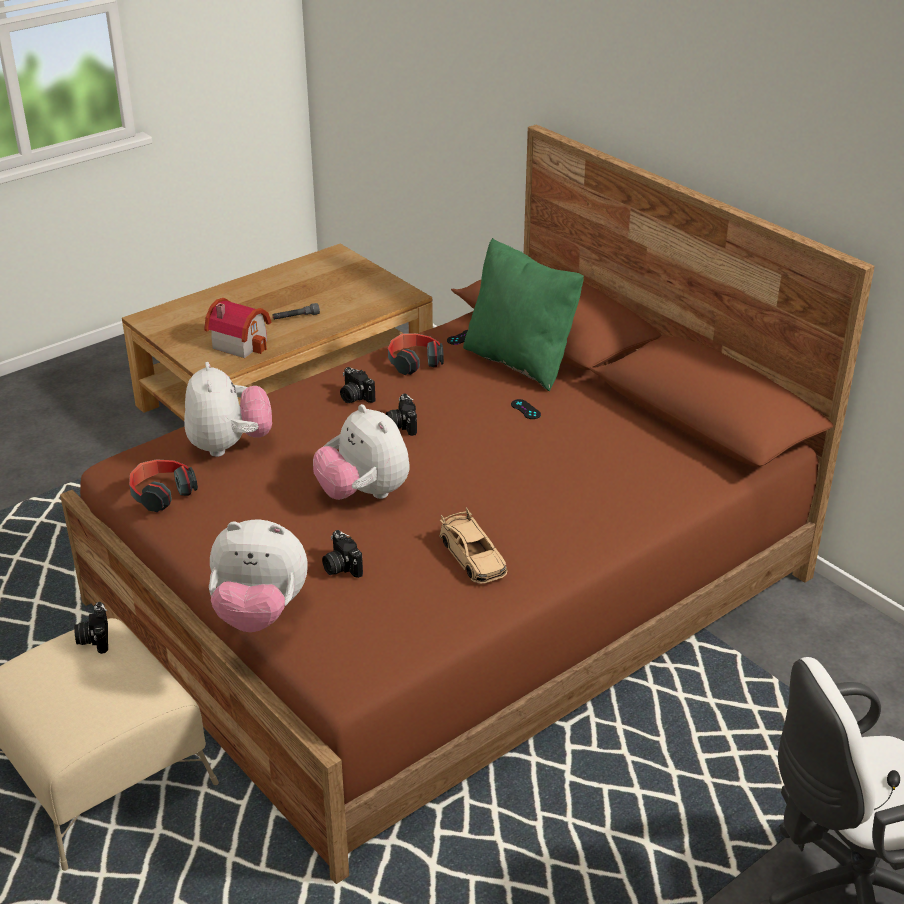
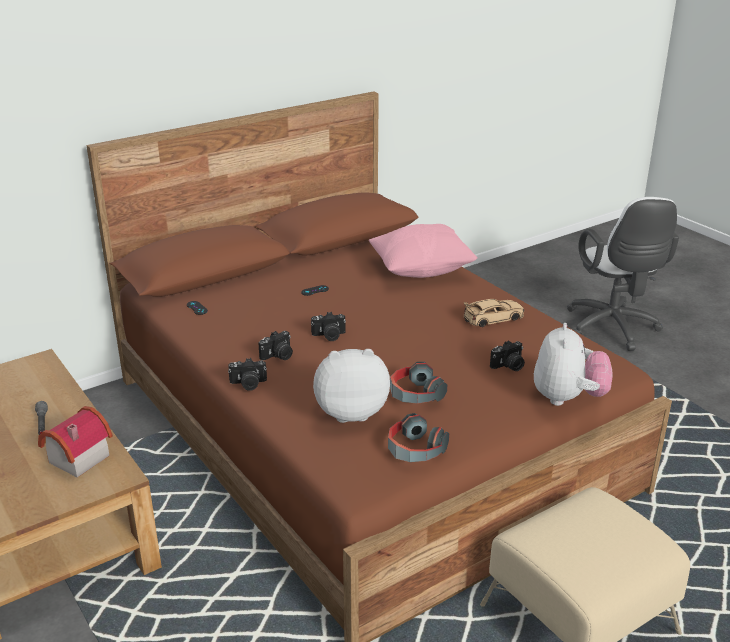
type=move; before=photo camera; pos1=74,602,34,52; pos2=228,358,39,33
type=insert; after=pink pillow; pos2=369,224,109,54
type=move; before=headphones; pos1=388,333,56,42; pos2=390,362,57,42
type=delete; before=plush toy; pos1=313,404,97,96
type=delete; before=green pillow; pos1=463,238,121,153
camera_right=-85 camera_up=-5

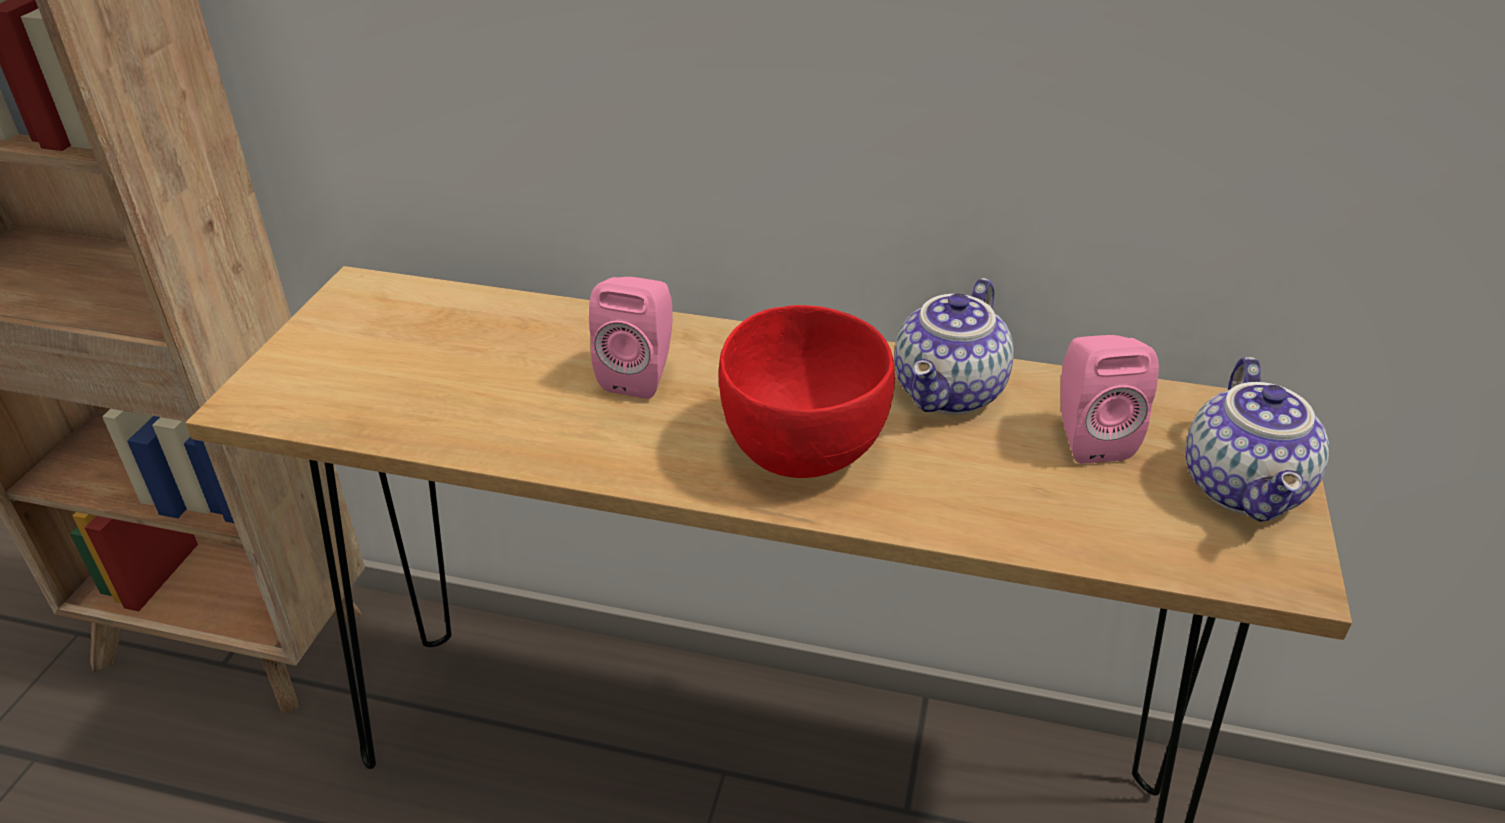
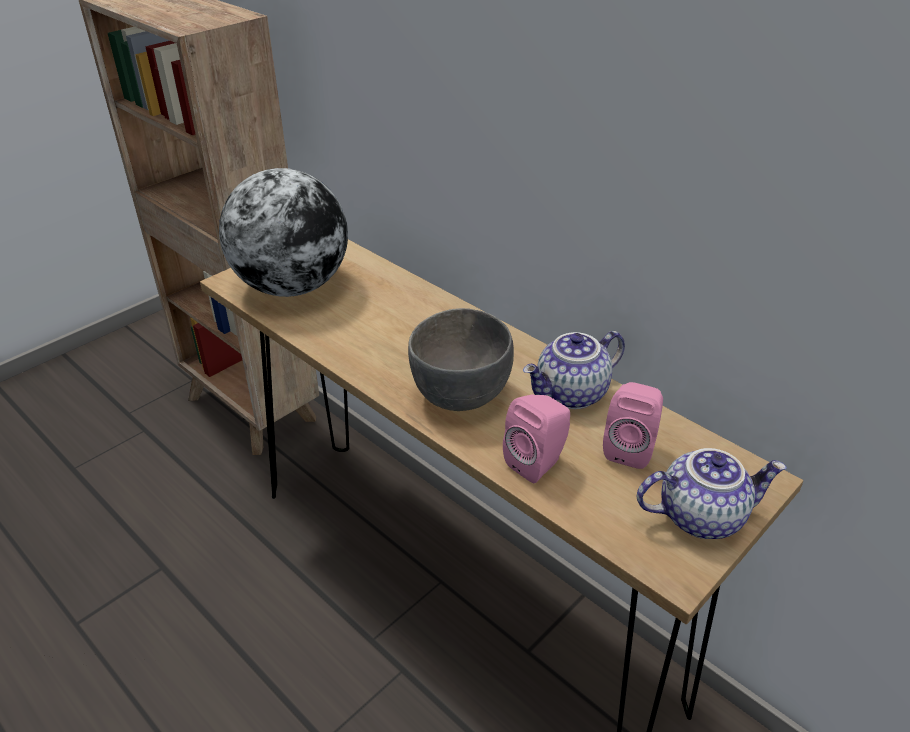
type=insert; after=globe; pos2=219,168,129,129
type=recolor; before=red bowl; after=grey bowl; pos1=718,305,177,173; pos2=408,308,106,103
type=move; before=pink speaker; pos1=589,277,84,122; pos2=503,394,67,89
type=rotate; before=teapot; pos1=1185,357,144,165; pos2=637,448,150,91; turn=-135
camera_right=30 camera_up=0

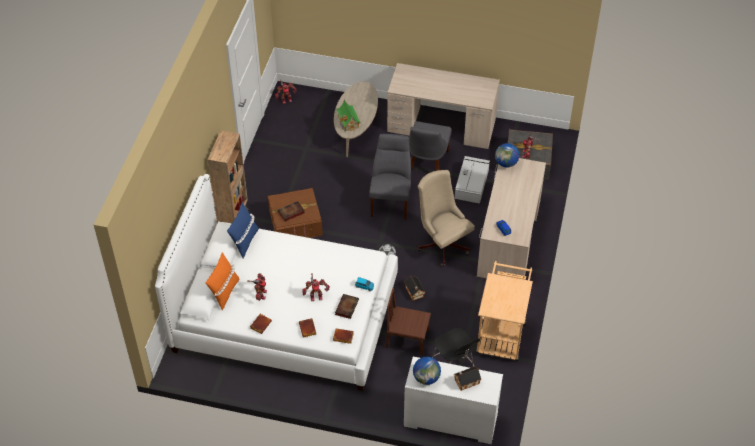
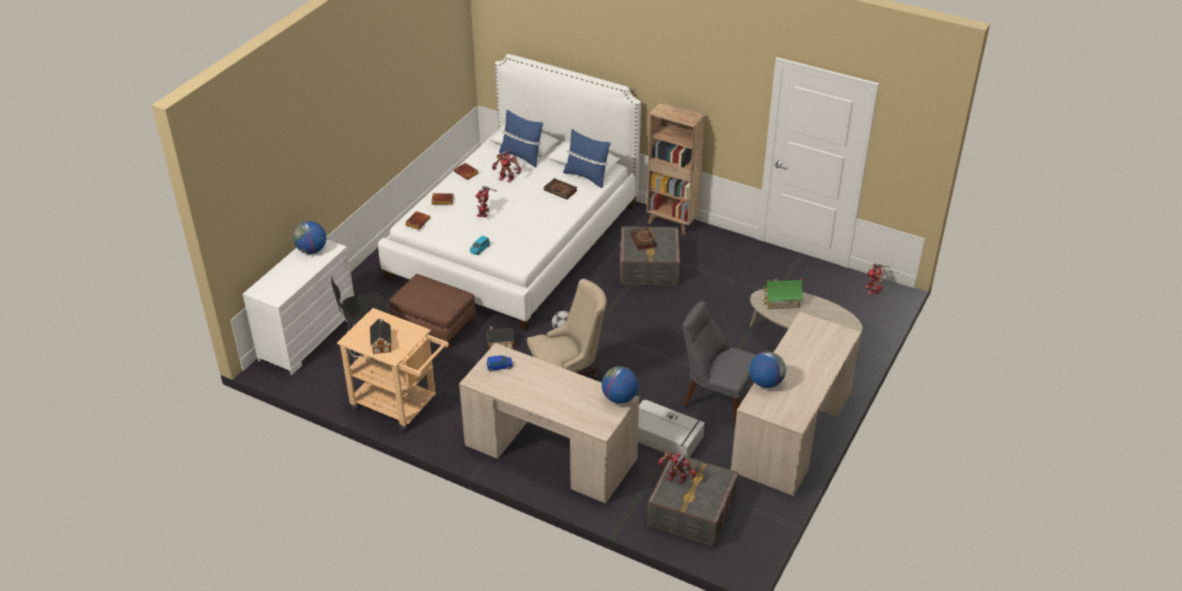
type=move; before=toy house; pos1=454,367,27,24; pos2=370,319,21,35
type=replace; before=brown chair; after=brown ottoman; pos1=386,288,45,67; pos2=389,274,87,75
type=recolor; before=orange pillow; after=blue pillow; pos1=206,252,33,58; pos2=499,109,44,58
type=move; before=book; pos1=335,294,24,25; pos2=544,178,33,21
type=recolor; before=brown storage box; after=grey storage box; pos1=268,188,55,50; pos2=620,226,60,60
type=insert; after=globe; pos2=749,352,37,36
type=delete; before=grey chair; pos1=369,134,42,86
camera_right=105 camera_up=-10

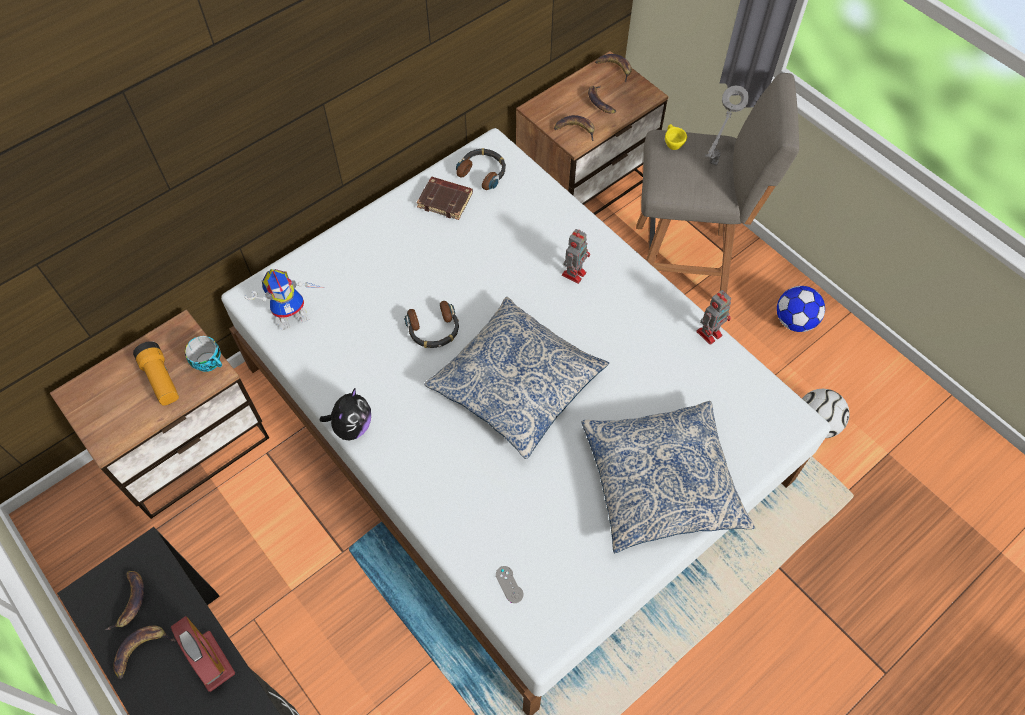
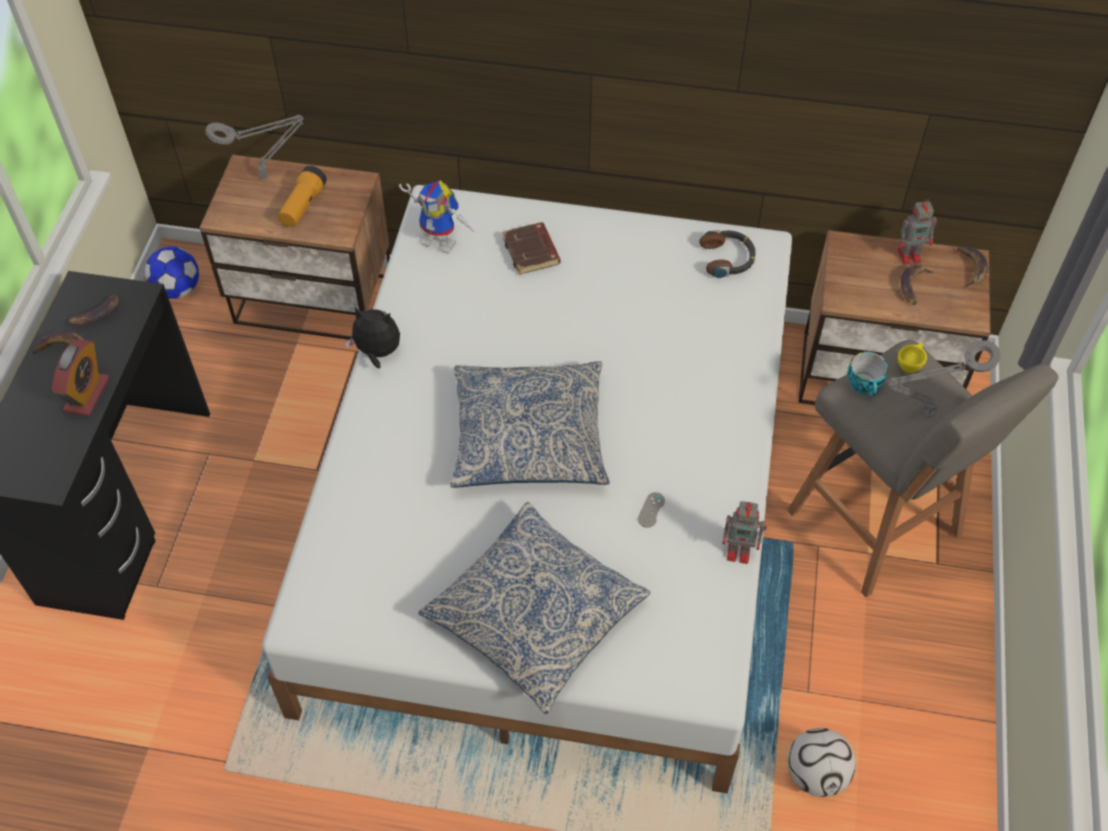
type=move; before=football; pos1=777,286,48,46; pos2=145,247,54,52
type=insert; after=grey table lamp; pos2=205,114,99,65
type=rotate; before=plush toy; pos1=320,388,51,53; pos2=345,307,55,62; turn=-150
type=move; before=brown book; pos1=416,177,57,43; pos2=502,222,58,53
type=move; before=grey game controller; pos1=496,566,27,37; pos2=638,492,27,36
type=move; before=cup; pos1=185,336,37,36; pos2=847,352,41,45
type=move; before=toy robot; pos1=562,229,28,55; pos2=897,199,40,66
type=delete; before=headphones; pos1=404,301,55,47
type=delete; before=banana; pos1=554,115,41,26
camera_right=50 camera_up=-5

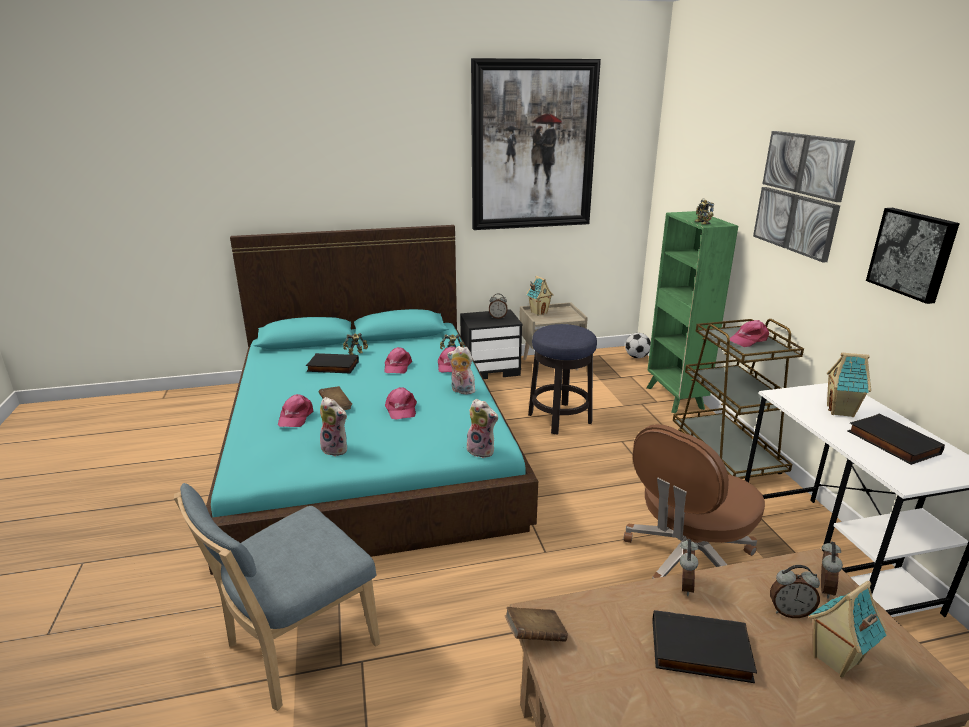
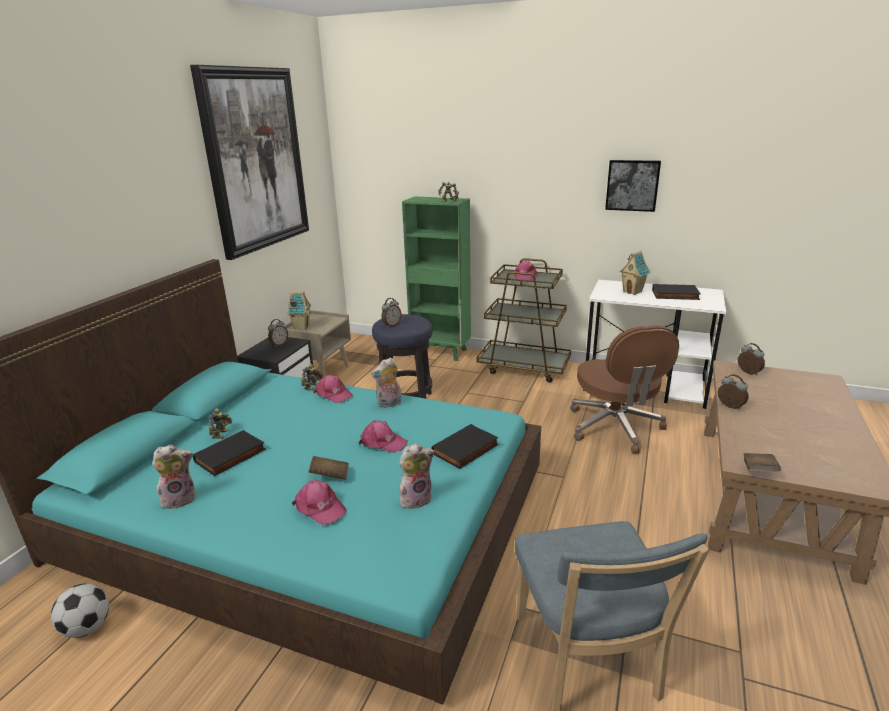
type=move; before=football; pos1=625,333,26,25; pos2=51,584,58,54
type=move; before=plush toy; pos1=464,399,34,59; pos2=152,445,44,64
type=move; before=alarm clock; pos1=770,565,50,53; pos2=382,298,19,29
type=move; before=black book; pos1=652,610,105,73; pos2=431,424,68,45
type=delete; before=pink cap; pos1=384,347,28,27
type=delete; before=picture; pos1=753,131,102,132
type=delete; before=toy house; pos1=809,581,78,96
camera_right=-55 camera_up=0

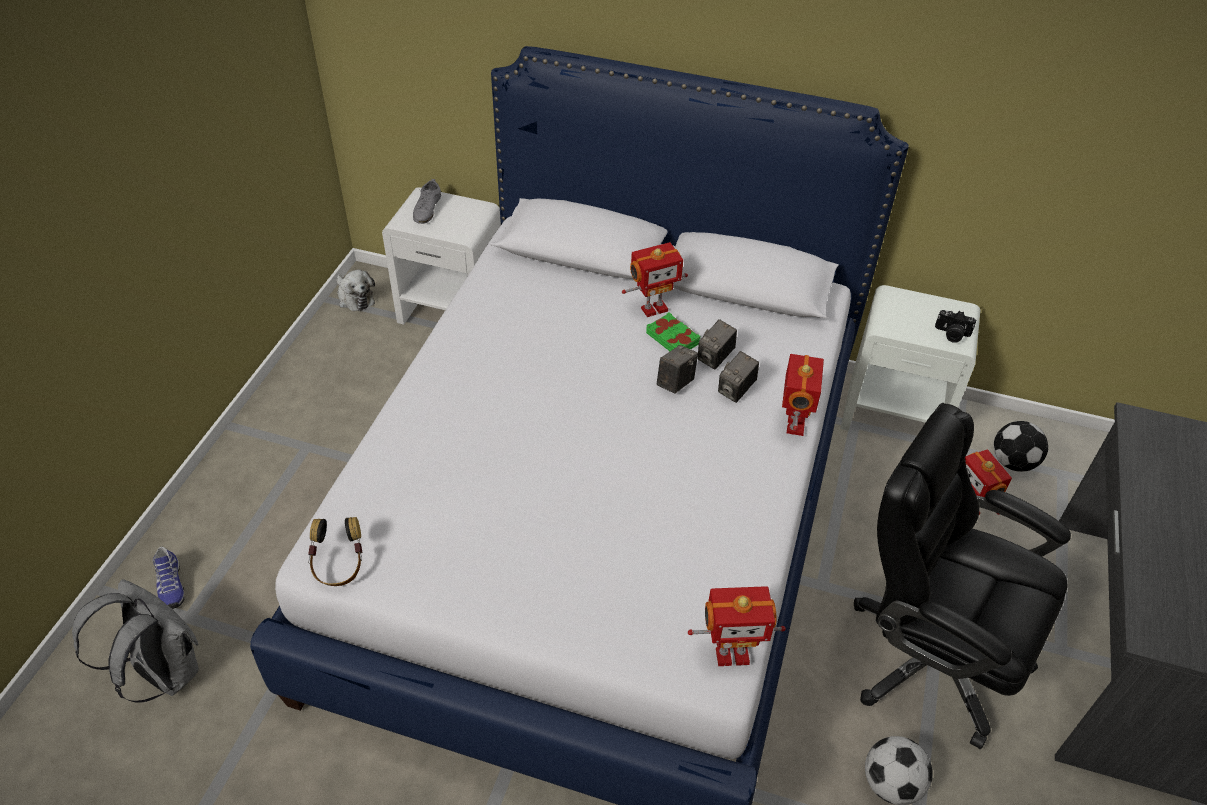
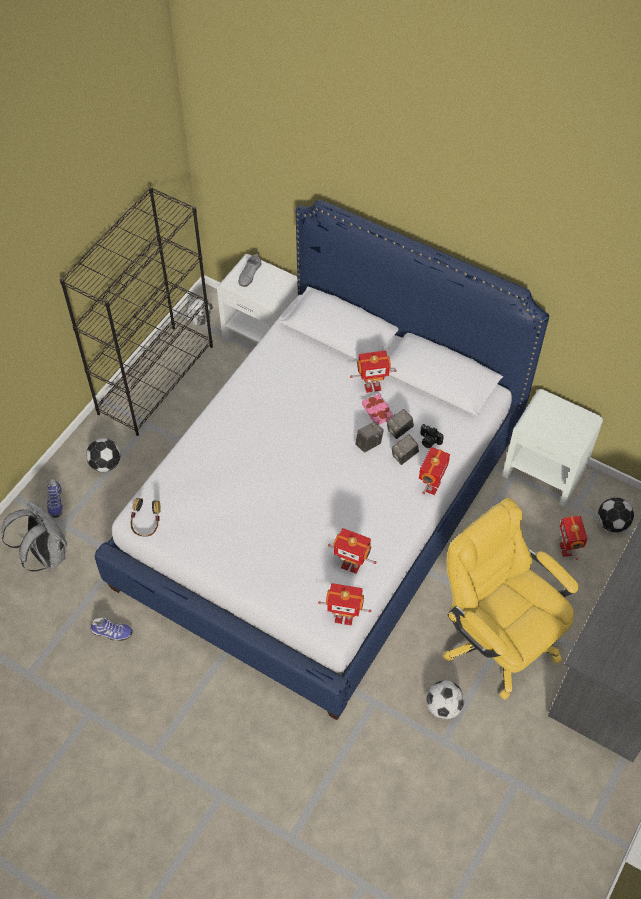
type=insert; after=black bookcase; pos2=60,187,153,249
type=insert; after=football; pos2=86,438,34,34
type=insert; after=shoe; pos2=91,617,42,24
type=insert; after=toy robot; pos2=328,528,49,46
type=recolor; before=green book; after=pink book; pos1=646,312,54,39; pos2=362,393,31,32
type=move; before=photo camera; pos1=935,310,41,33; pos2=420,424,24,24
type=recolor; before=black office chair; after=yellow office chair; pos1=854,403,217,346; pos2=443,498,136,202
camera_right=15 camera_up=10

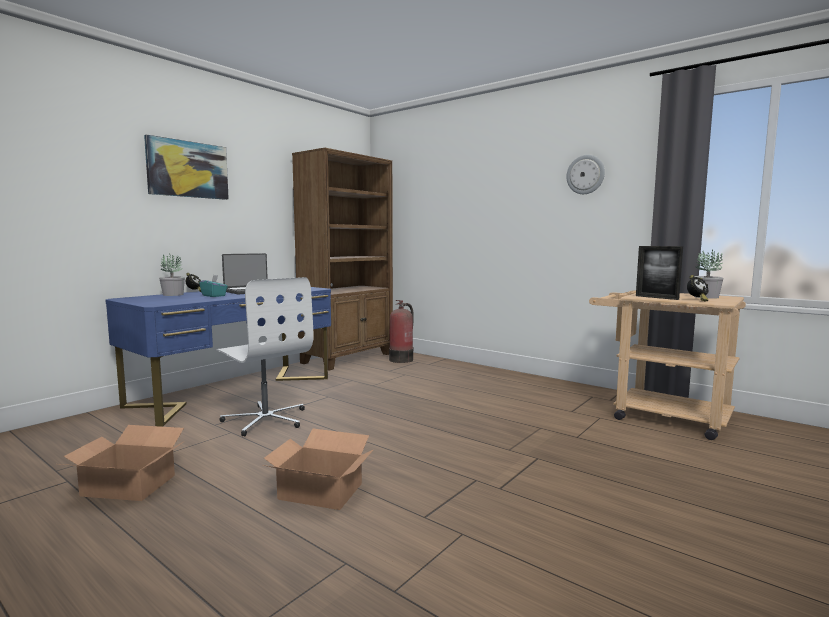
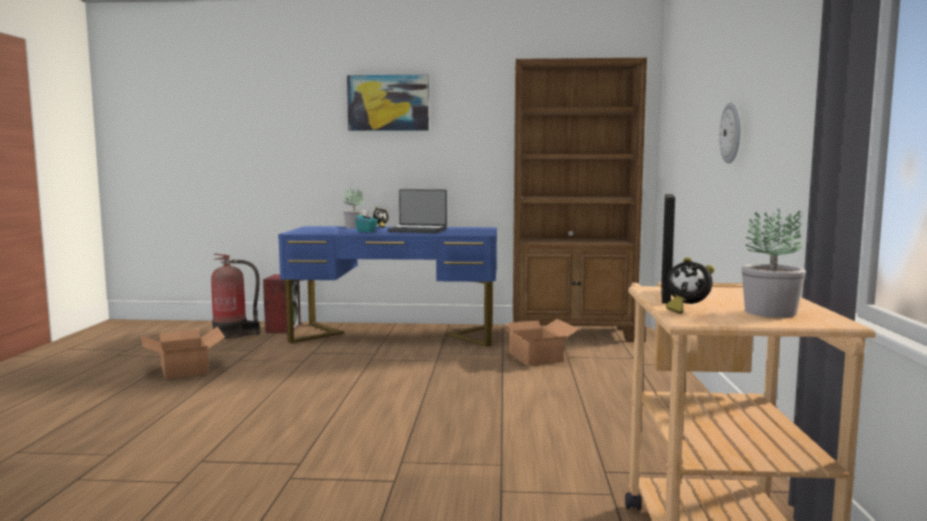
type=move; before=fire extinguisher; pos1=389,300,25,63; pos2=211,253,49,86
type=insert; after=speaker; pos2=263,274,38,59
type=move; before=cardboard box; pos1=263,429,110,81; pos2=496,319,83,47
type=move; before=wall clock; pos1=566,155,39,39; pos2=719,102,22,62
type=delete; before=white office chair; pos1=215,277,99,159
camera_right=55 camera_up=0

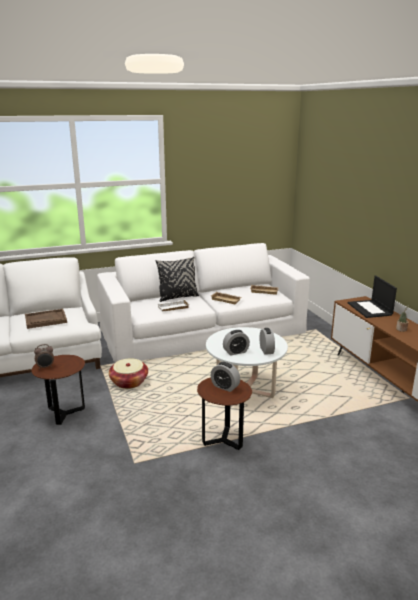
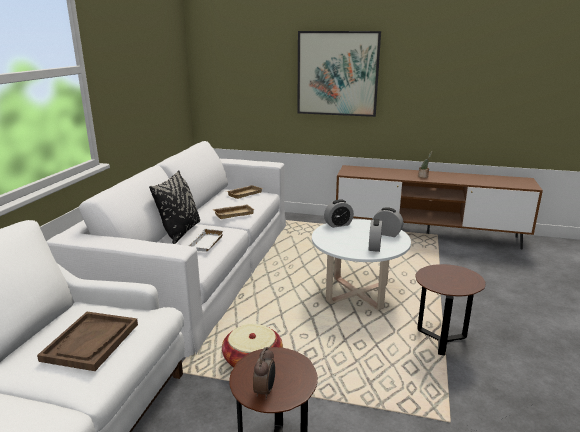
type=insert; after=picture; pos2=297,31,84,86
type=move; before=alarm clock; pos1=211,362,29,30; pos2=324,199,30,29
type=delete; before=laptop; pos1=348,276,49,42
camera_right=-55 camera_up=0

